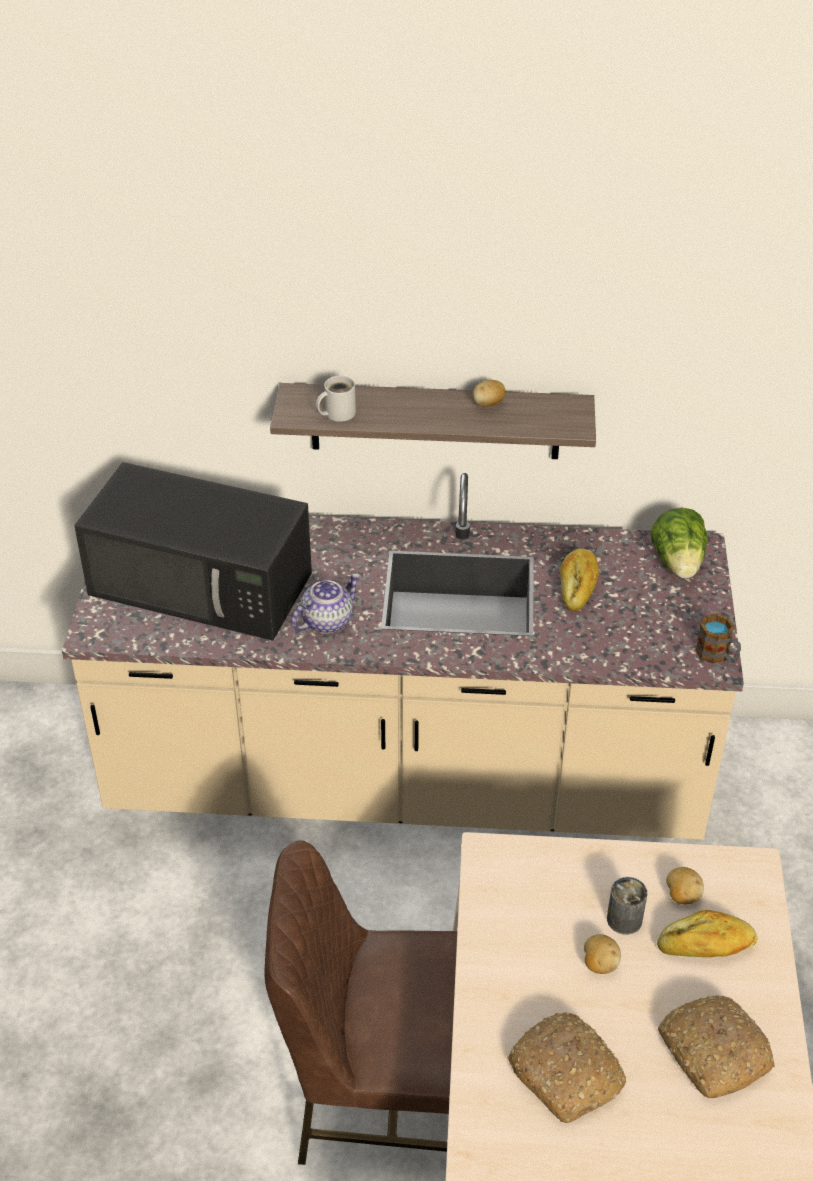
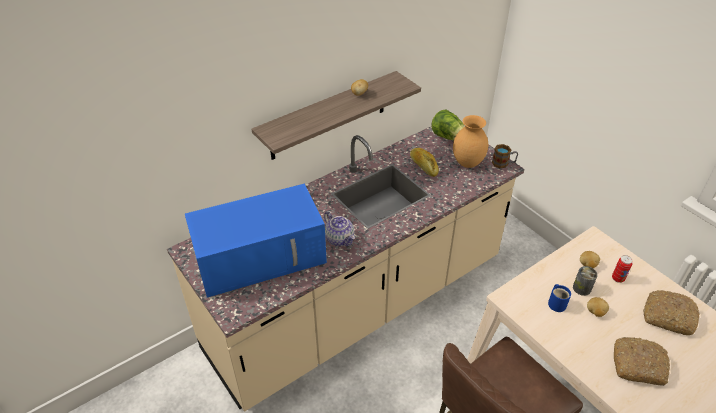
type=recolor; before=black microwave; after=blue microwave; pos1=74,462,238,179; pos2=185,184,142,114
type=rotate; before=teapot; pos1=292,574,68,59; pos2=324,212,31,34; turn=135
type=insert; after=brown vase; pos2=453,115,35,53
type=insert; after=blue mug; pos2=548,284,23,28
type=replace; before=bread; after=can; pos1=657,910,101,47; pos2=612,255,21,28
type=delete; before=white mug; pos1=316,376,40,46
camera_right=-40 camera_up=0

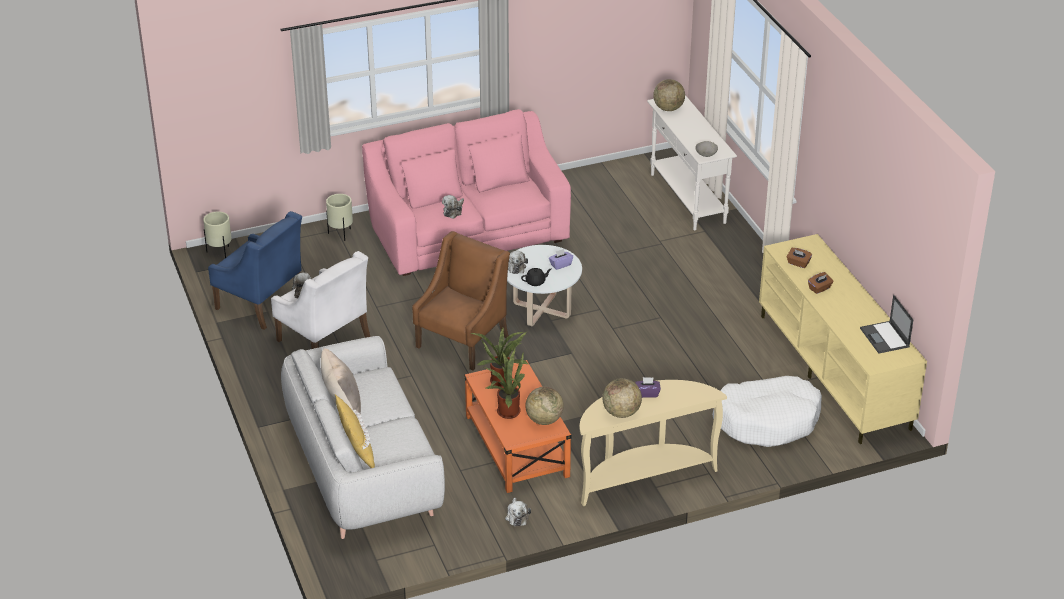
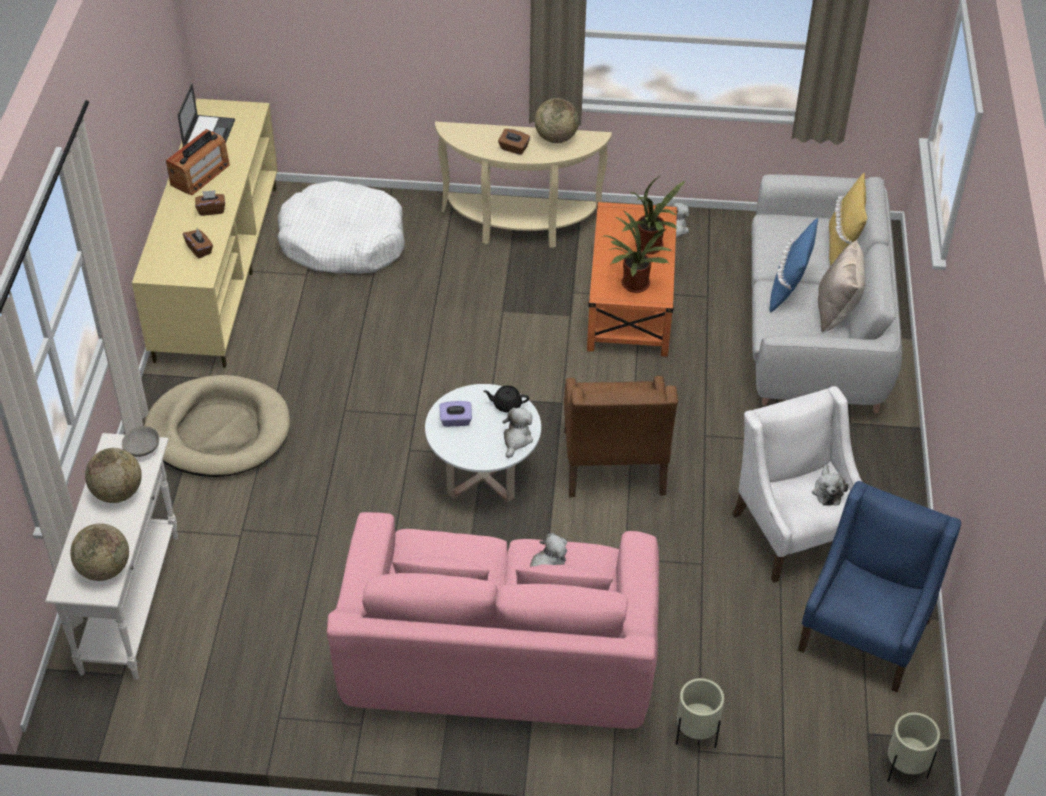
type=move; before=globe; pos1=525,387,39,38; pos2=85,448,57,55
type=insert; after=beige dog bed; pos2=144,375,146,102
type=insert; after=radio; pos2=166,129,64,66
type=recolor; before=purple tissue box; after=brown tissue box; pos1=635,377,26,21; pos2=498,129,32,26
type=rotate; before=brown armchair; pos1=412,231,98,140; pos2=564,376,114,121; turn=-60
type=insert; after=blue pillow; pos2=769,218,49,94
type=rotate; before=blue armchair; pos1=208,211,94,119; pos2=798,481,163,212; turn=60
camera_right=-155 camera_up=10

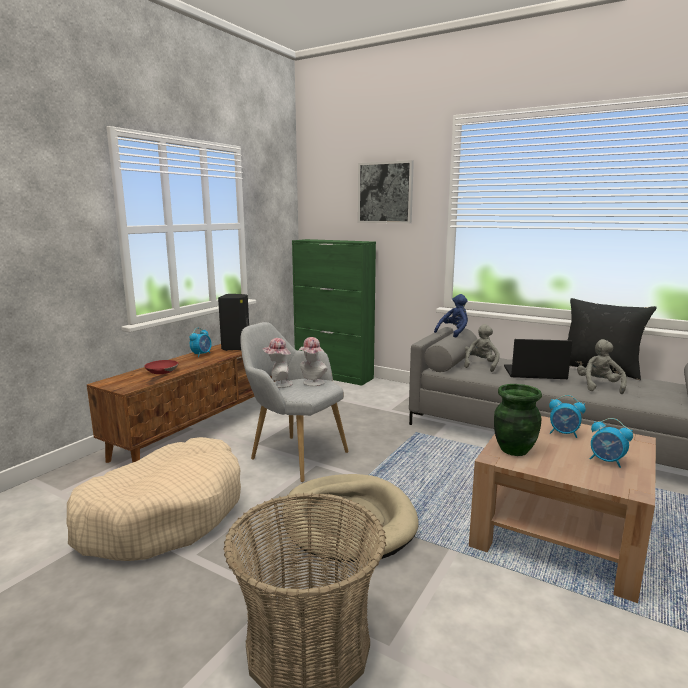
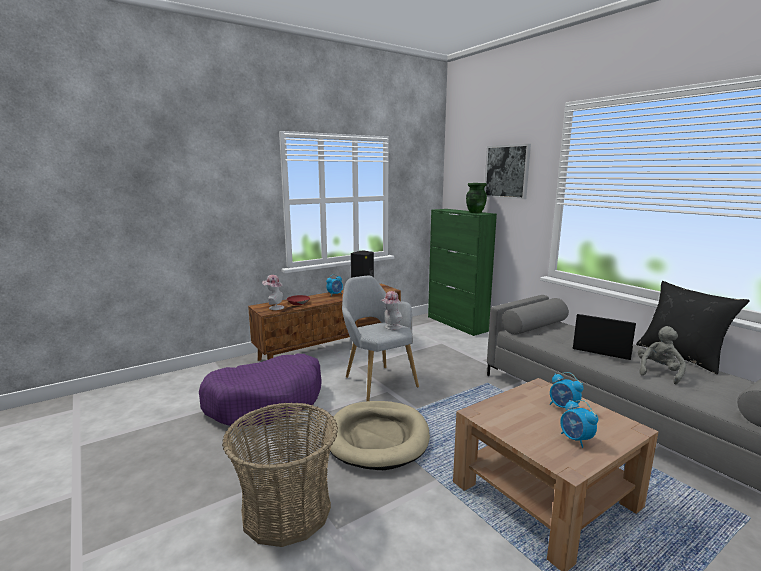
type=recolor; before=beige dog bed; after=purple dog bed; pos1=67,437,174,124; pos2=199,353,123,74
type=move; before=hat; pos1=262,338,31,50; pos2=262,275,22,35
type=move; before=green vase; pos1=494,384,48,72; pos2=466,183,21,30
type=delete; before=blue plush toy; pos1=434,294,34,43
type=delete; before=grey plush toy; pos1=464,324,36,48
camera_right=25 camera_up=0

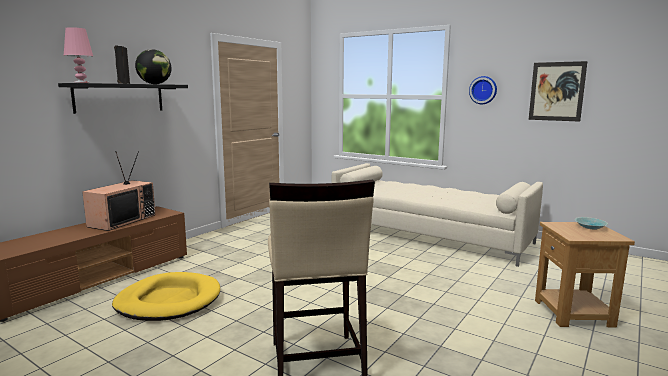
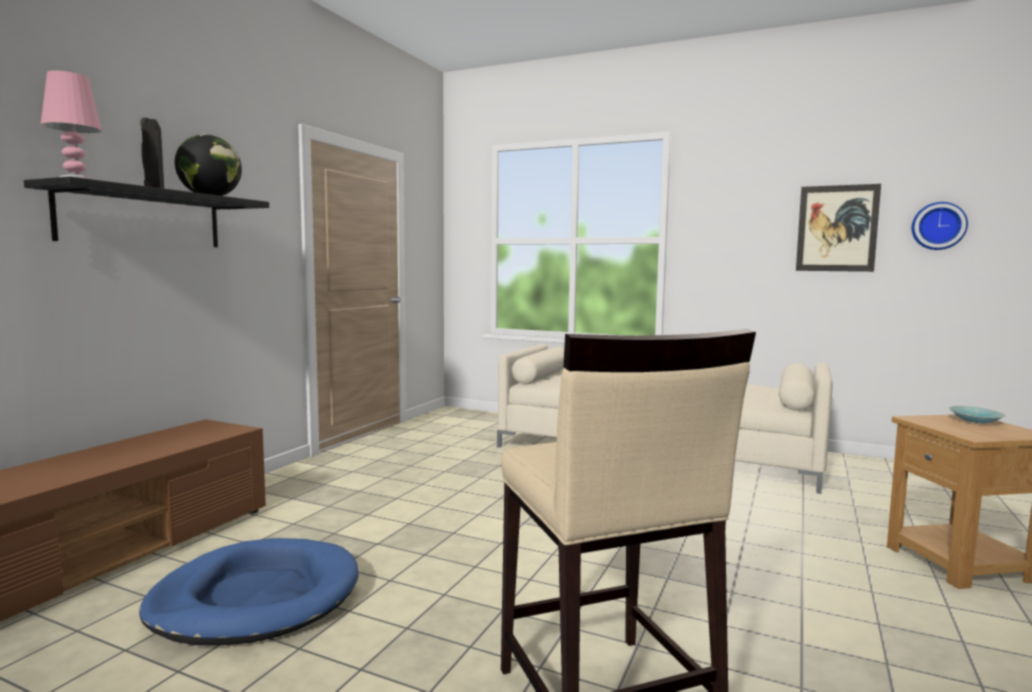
type=recolor; before=yellow dog bed; after=blue dog bed; pos1=112,272,108,49; pos2=139,538,220,108
type=move; before=wall clock; pos1=469,76,28,28; pos2=911,202,57,48
type=delete; before=television; pos1=82,151,73,80
camera_right=-10 camera_up=-5

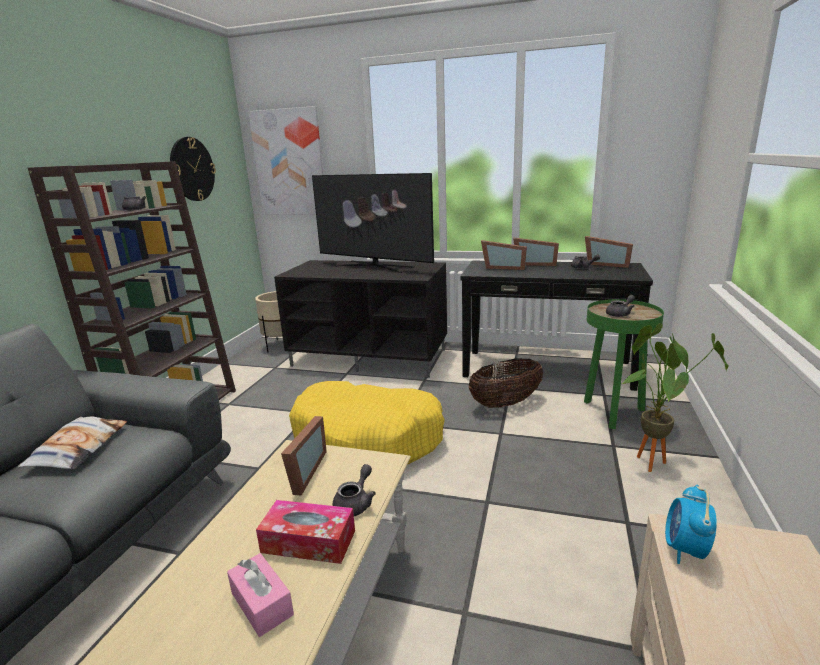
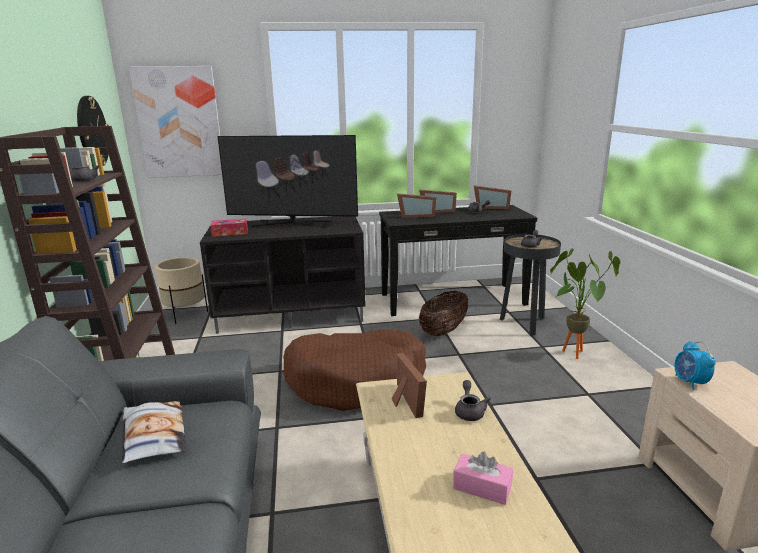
type=move; before=tissue box; pos1=256,500,99,64; pos2=210,219,38,18
type=recolor; before=yellow dog bed; after=brown dog bed; pos1=289,381,156,84; pos2=283,329,143,82
type=recolor; before=green side table; after=black side table; pos1=584,299,80,130; pos2=500,234,61,102
camera_right=-25 camera_up=0

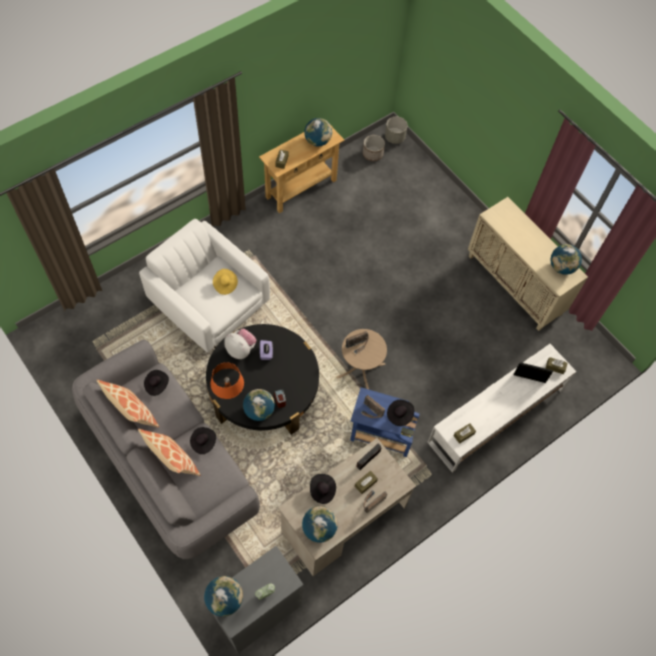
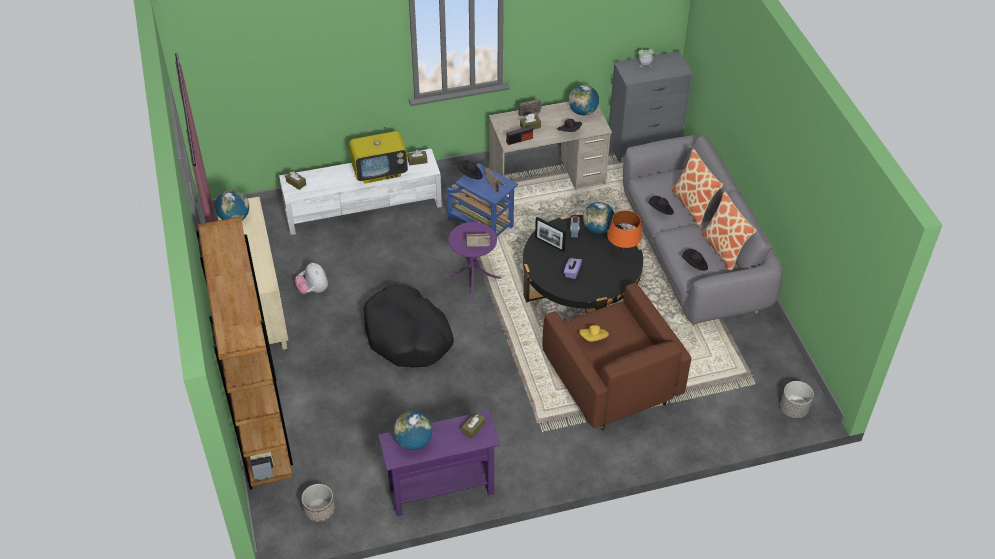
type=insert; after=brown bookcase; pos2=196,217,97,272
type=move; before=plush toy; pos1=224,329,32,30; pos2=295,262,33,32
type=insert; after=television; pos2=349,124,59,60
type=insert; after=black dog bed; pos2=363,285,91,82
type=recolor; before=beige console table; after=purple console table; pos1=259,126,85,87; pos2=378,410,123,106
type=recolor; before=beige side table; after=purple side table; pos1=337,329,50,60; pos2=445,222,56,76
type=move; before=picture frame; pos1=514,362,39,21; pos2=535,217,31,35
type=recolor; before=white armchair; after=brown armchair; pos1=139,219,131,133; pos2=542,283,149,147
type=move; before=grey planter; pos1=385,117,23,27; pos2=780,381,34,37
type=delete; before=globe; pos1=204,576,39,41
camera_right=-155 camera_up=-15

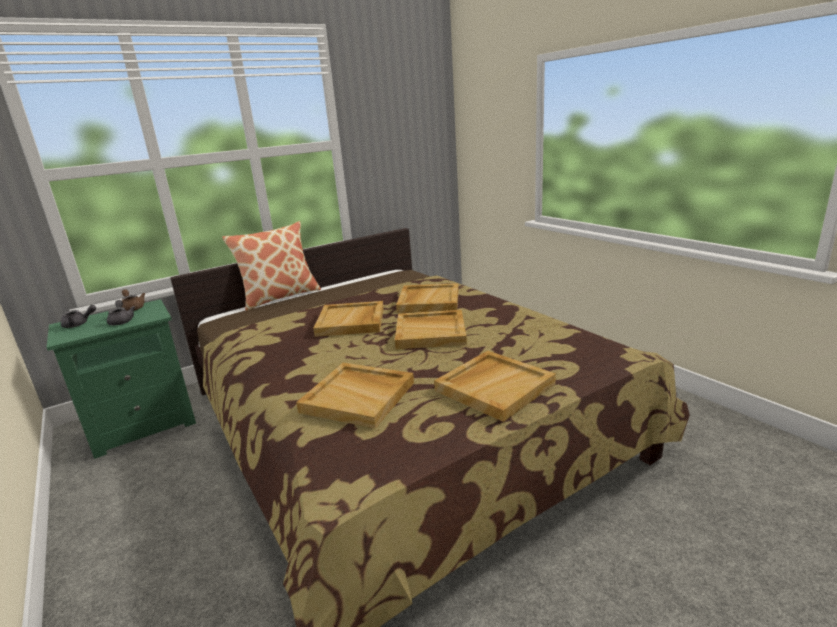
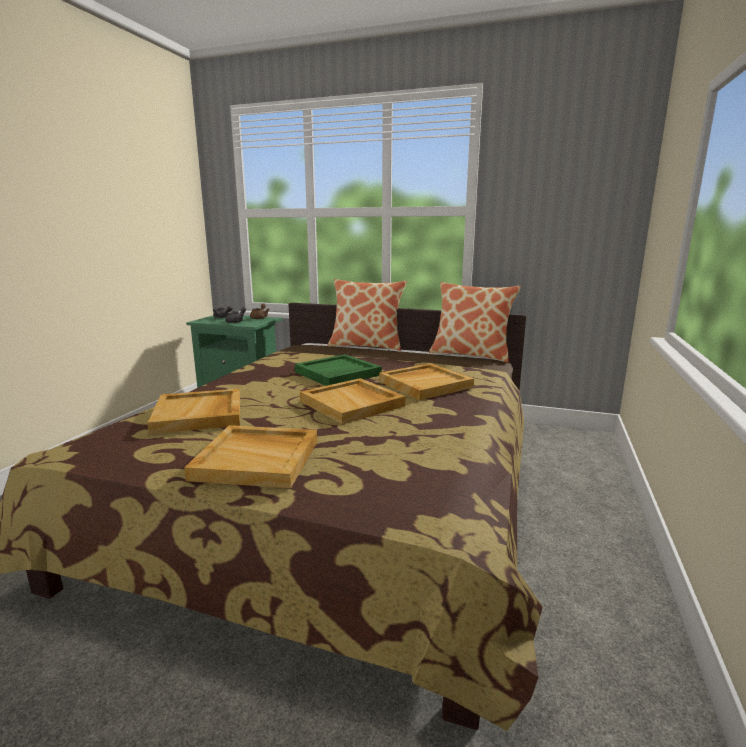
type=recolor; before=beige tray; after=green tray; pos1=313,301,71,36; pos2=295,354,87,32
type=insert; after=pillow; pos2=429,282,92,80
camera_right=50 camera_up=-5

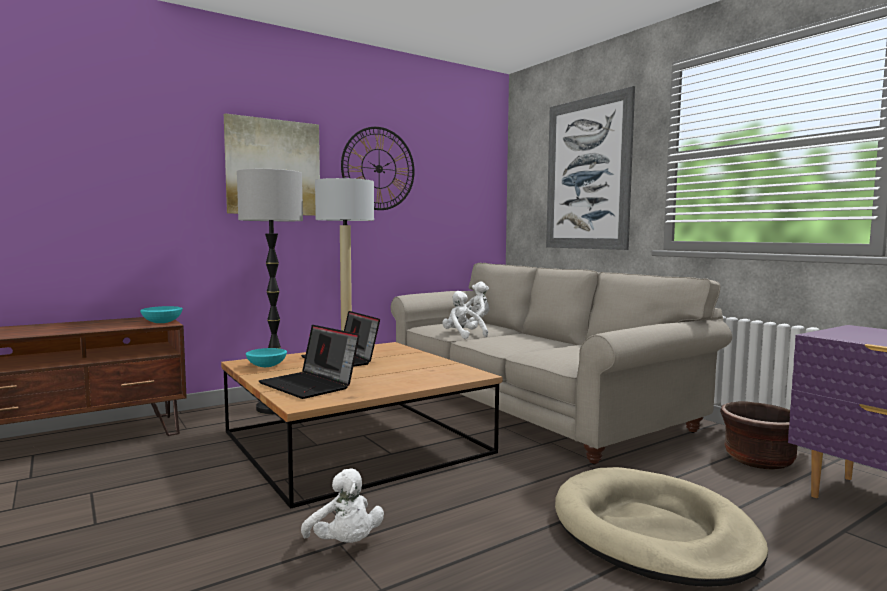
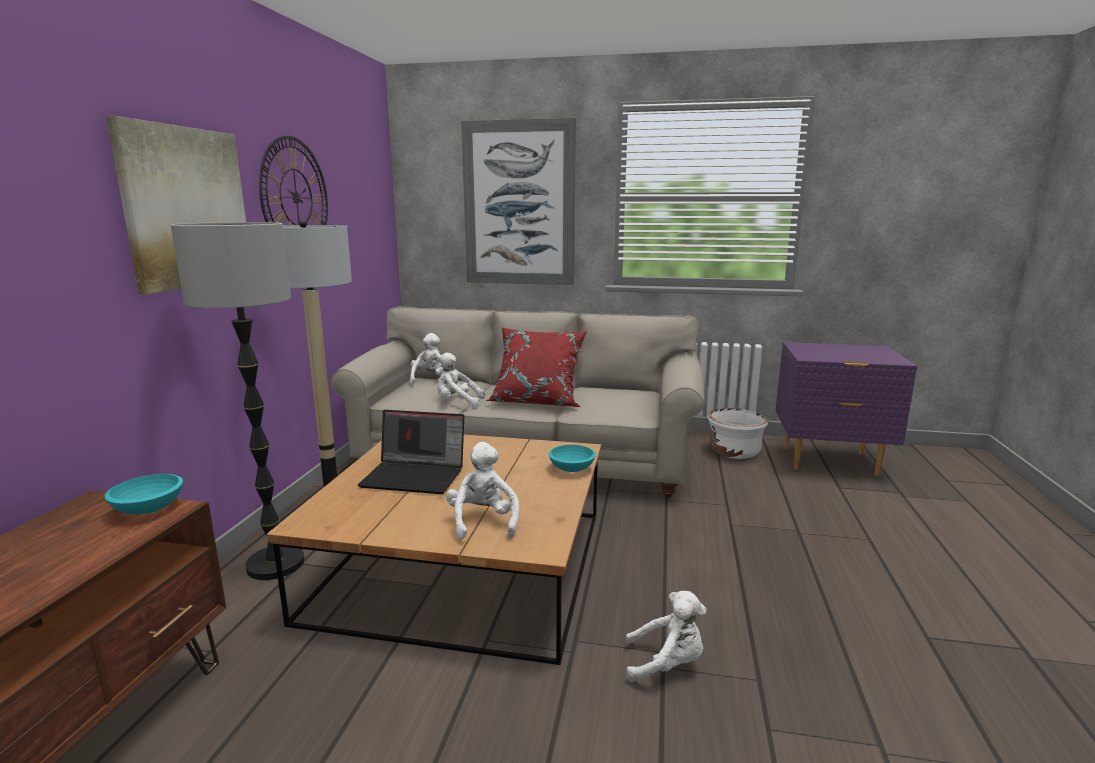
type=replace; before=laptop; after=white plush toy; pos1=259,325,101,74; pos2=446,442,74,98
type=insert; after=red pillow; pos2=486,327,101,80
type=move; before=turquoise bowl; pos1=246,348,41,19; pos2=549,445,47,27
type=recolor; before=brown planter; after=white planter; pos1=720,401,77,69; pos2=707,408,61,51
type=delete; before=beige dog bed; pos1=555,467,213,120
camera_right=-45 camera_up=10

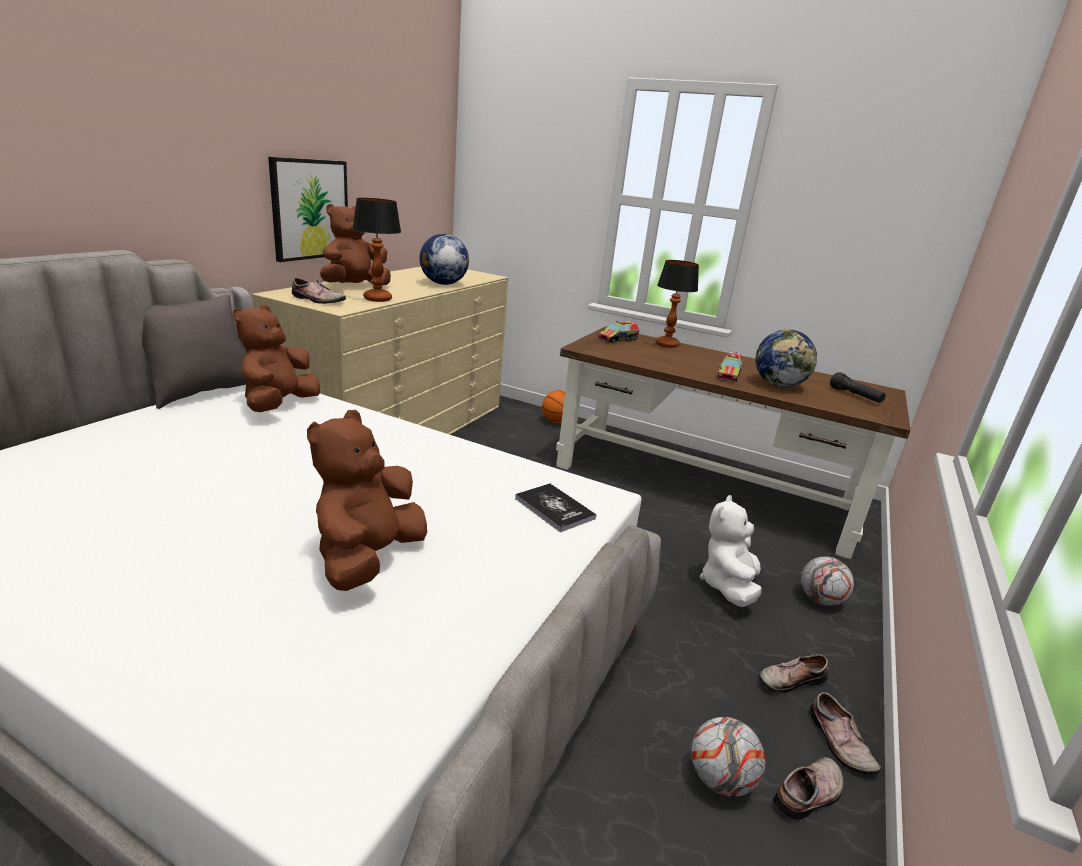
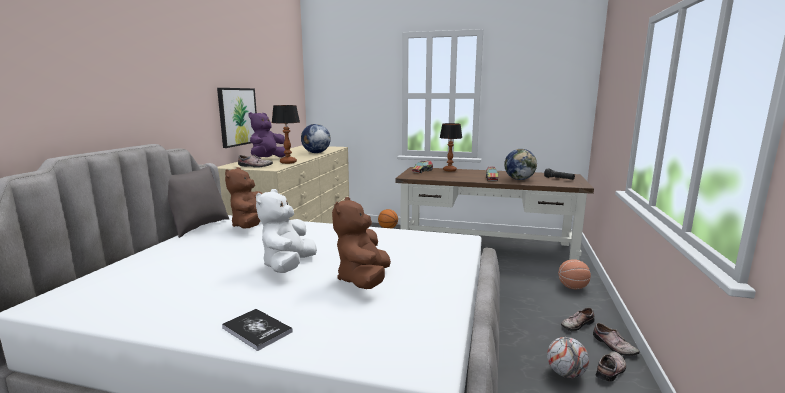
type=move; before=book; pos1=515,483,81,49; pos2=222,309,71,42
type=recolor; before=brown plush toy; after=purple plush toy; pos1=320,204,71,81; pos2=249,112,37,46
type=move; before=white plush toy; pos1=700,495,61,112; pos2=256,189,61,84
type=replace; before=football; after=basketball; pos1=801,556,53,50; pos2=558,259,33,30
camera_right=-10 camera_up=-10

